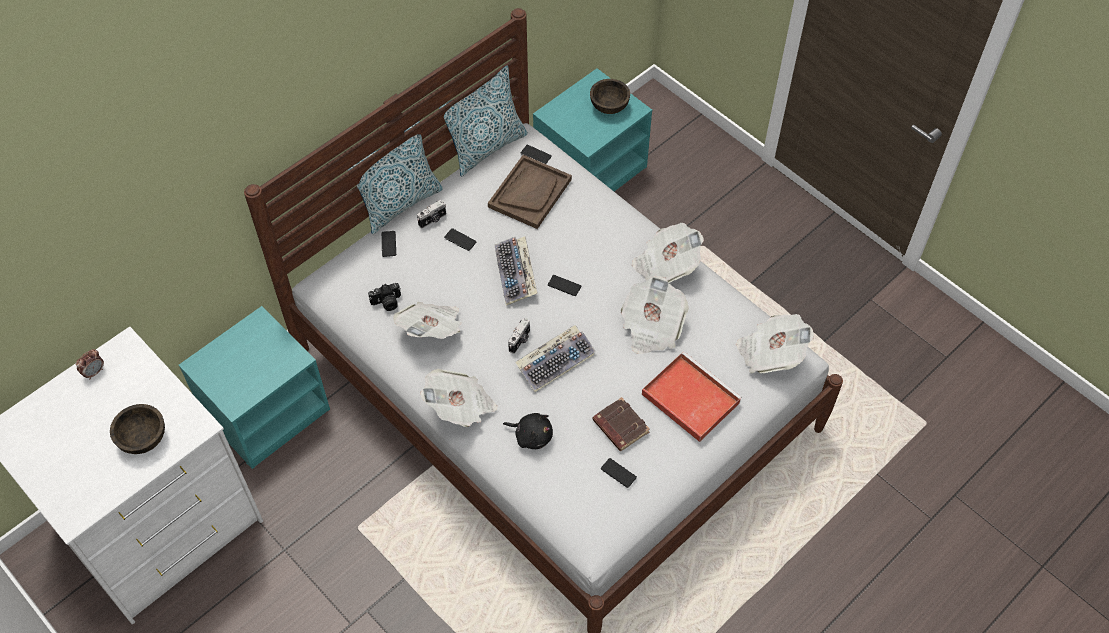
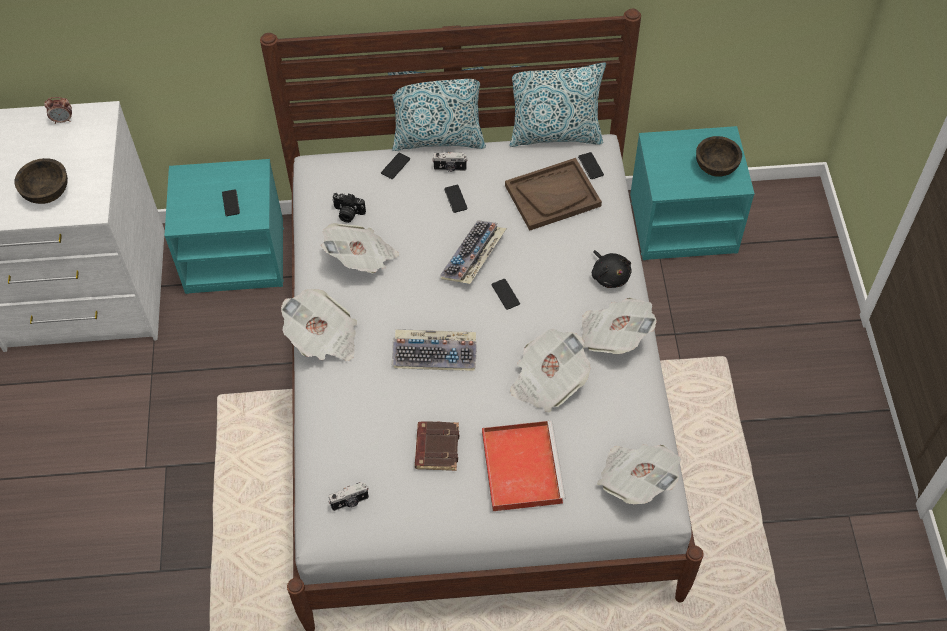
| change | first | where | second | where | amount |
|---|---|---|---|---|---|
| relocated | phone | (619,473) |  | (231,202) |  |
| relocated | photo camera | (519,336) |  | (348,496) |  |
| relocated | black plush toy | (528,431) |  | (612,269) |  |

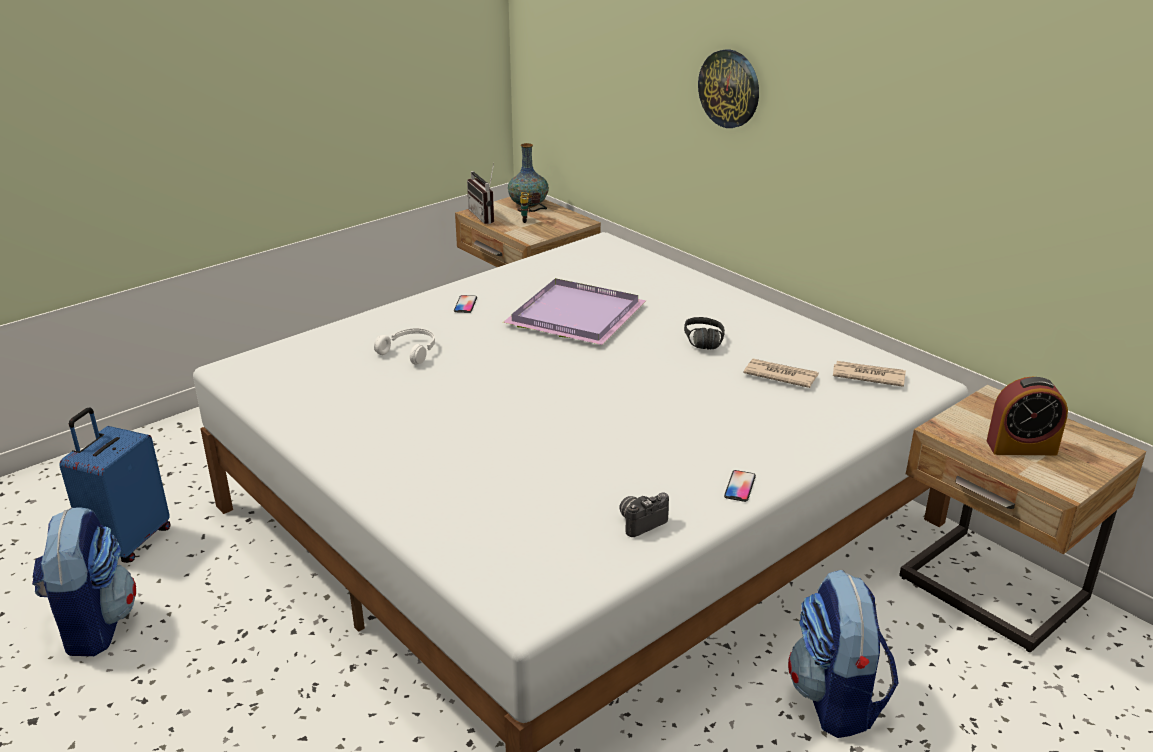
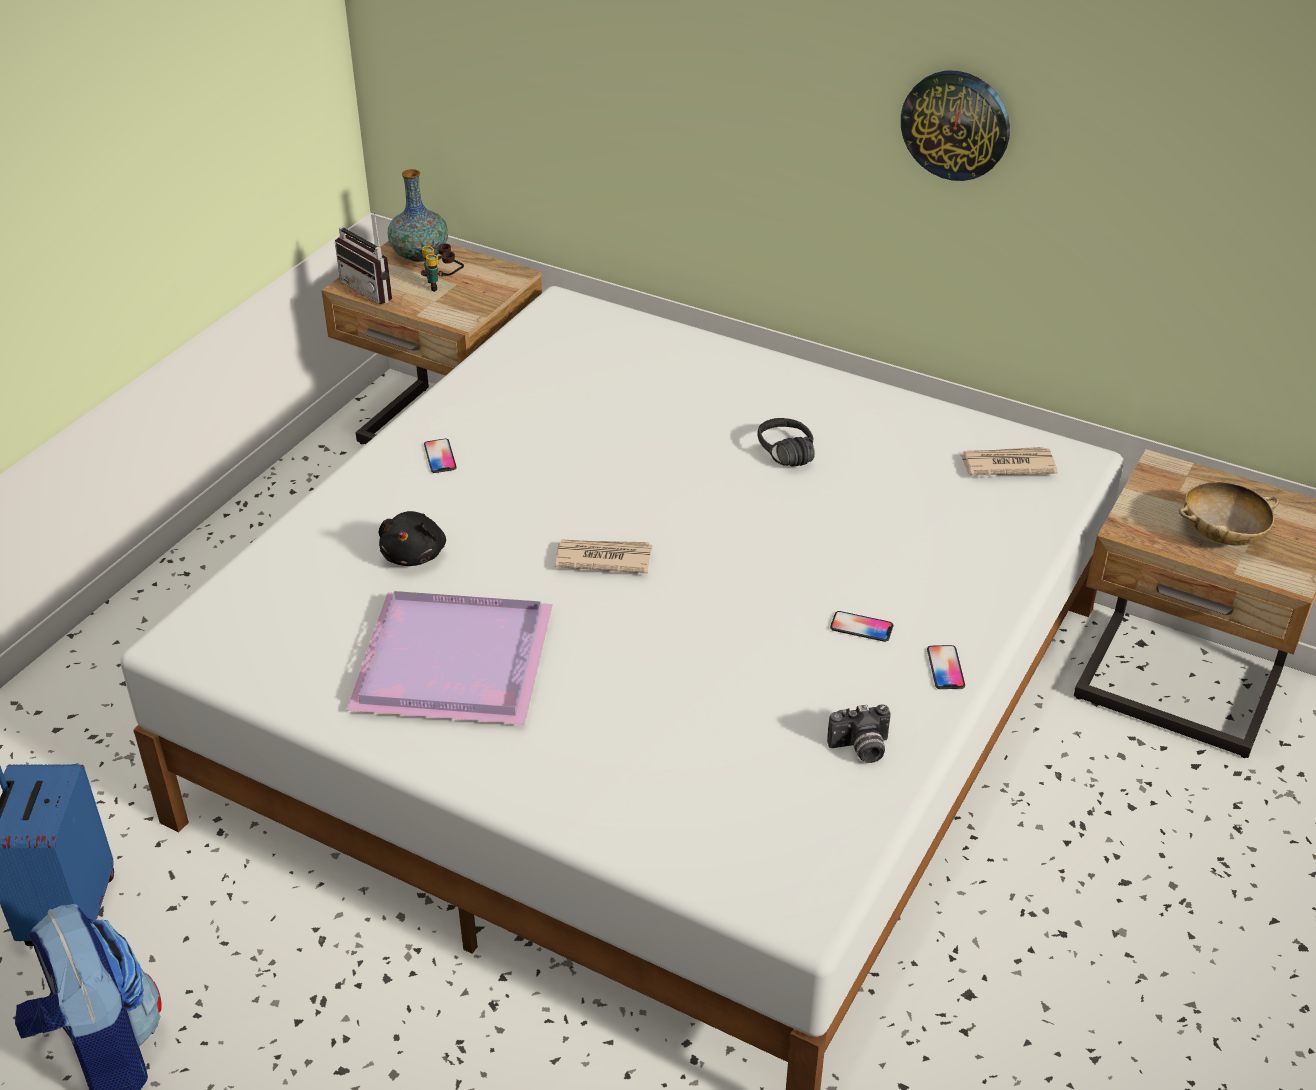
| change | first | where | second | where | amount |
|---|---|---|---|---|---|
| relocated | purple tray | (574,311) |  | (449,658) |  |
| exchanged | white headphones | (404,346) | black plush toy | (412,538) |  |
| relocated | newspaper | (781,373) |  | (603,557) |  |
| spun | photo camera | (644,514) |  | (859,733) | 135 degrees counterclockwise |
| appeared |  |  | phone | (862,626) |  |
| relocated | wall clock | (728,88) |  | (955,126) |  |
| exchanged | alarm clock | (1027,416) | beige bowl | (1229,513) |  |
| missing | backpack | (843,653) |  |  |  |

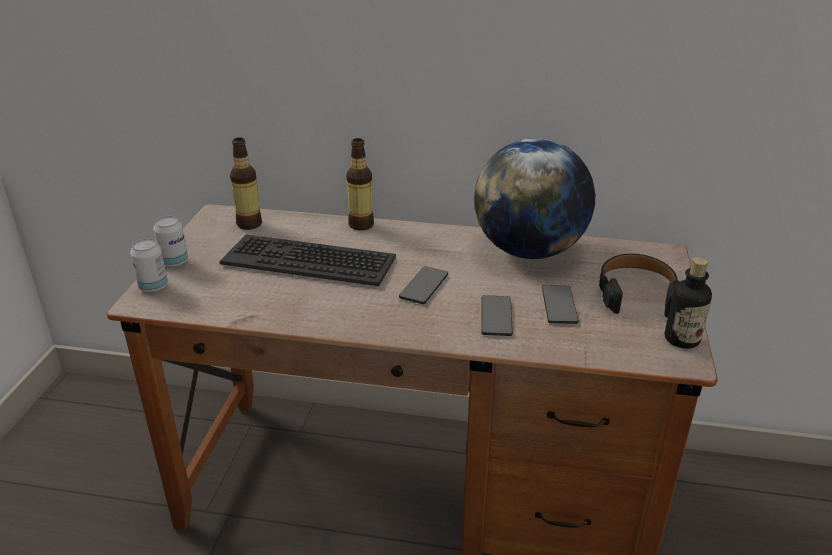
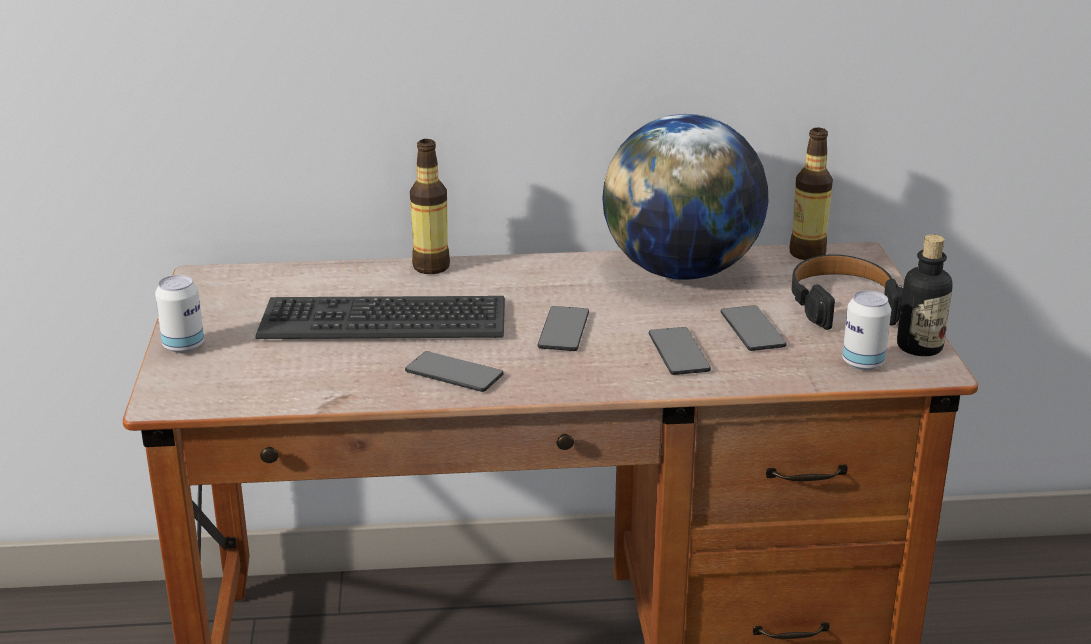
| change | first | where | second | where | amount |
|---|---|---|---|---|---|
| appeared |  |  | phone | (454,371) |  |
| relocated | bottle | (246,184) |  | (811,194) |  |
| relocated | can | (149,265) |  | (866,330) |  |

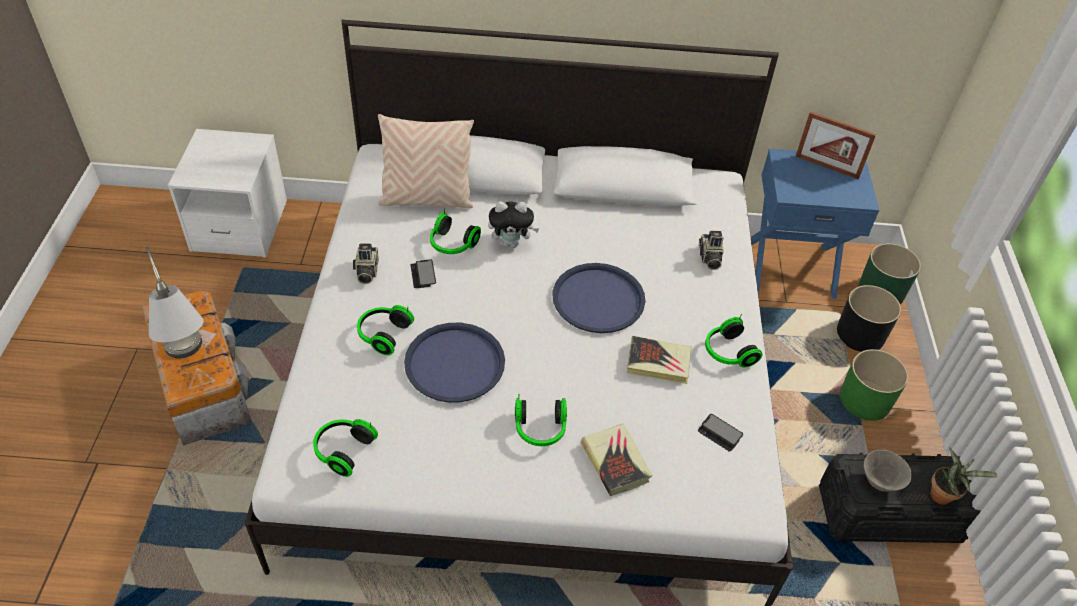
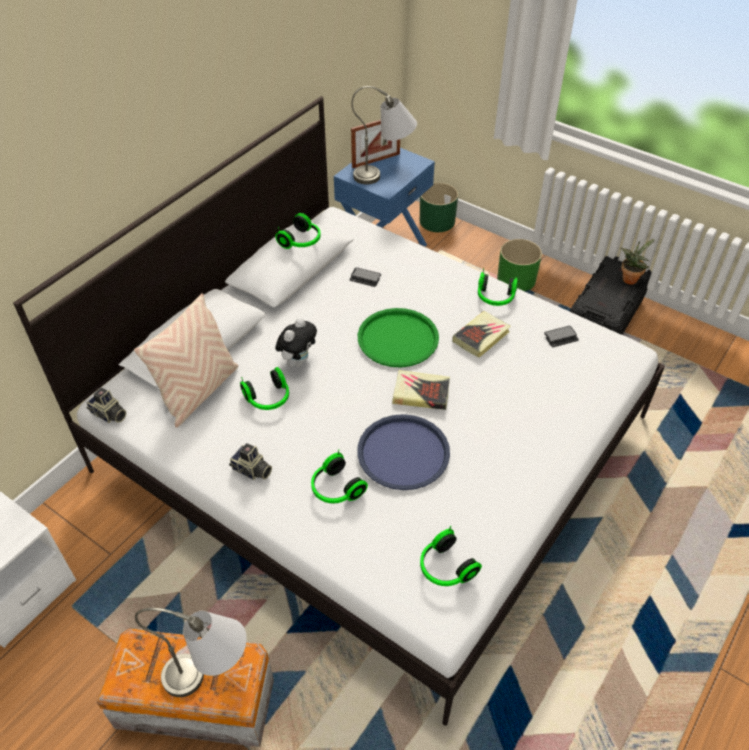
| change | first | where | second | where | amount |
|---|---|---|---|---|---|
| relocated | photo camera | (711,250) |  | (107,405) |  |
| relocated | headphones | (541,420) |  | (298,231) |  |
| relocated | phone | (423,274) |  | (365,277) |  |
| appeared |  |  | grey table lamp | (384,135) |  |
| colour | blue tray | (599,298) | green tray | (398,337) |  |
| relocated | book | (616,459) |  | (421,390) |  |
| missing | black planter | (869,318) |  |  |  |
| missing | grey bowl | (888,471) |  |  |  |

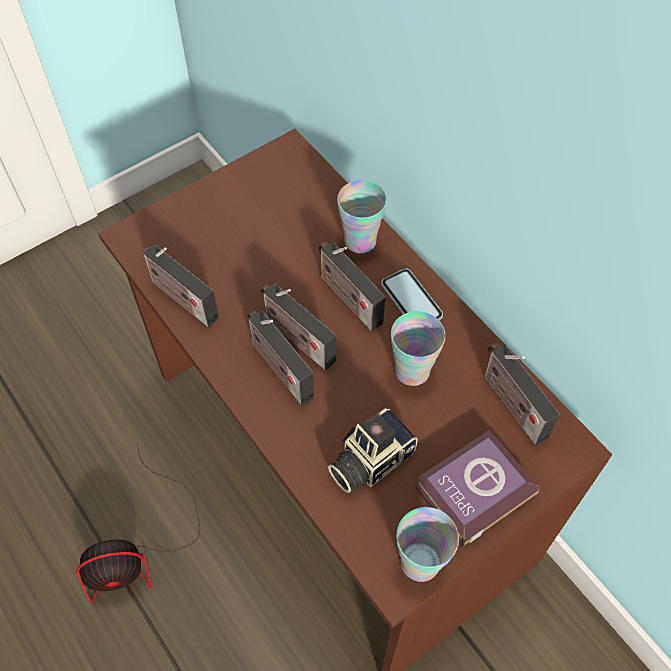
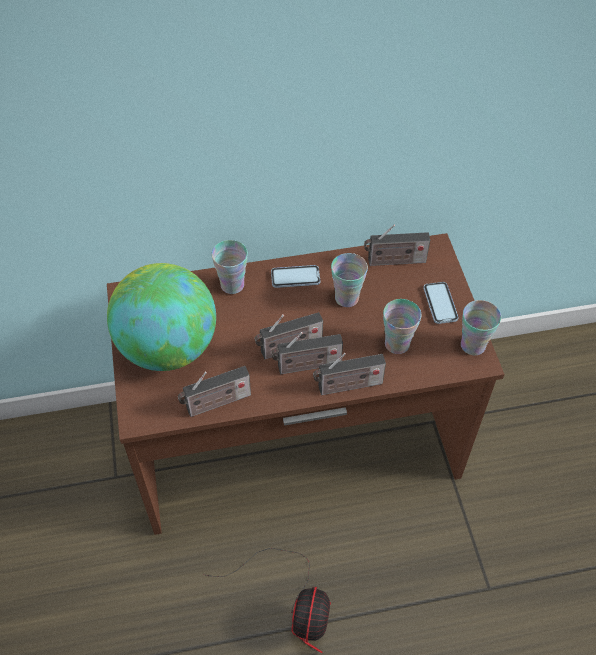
| change | first | where | second | where | amount |
|---|---|---|---|---|---|
| appeared |  |  | globe | (161,317) |  |
| relocated | radio | (352,286) |  | (349,374) |  |
| exchanged | photo camera | (373,450) | cup | (402,326) |  |
| exchanged | book | (477,488) | phone | (441,303) |  |

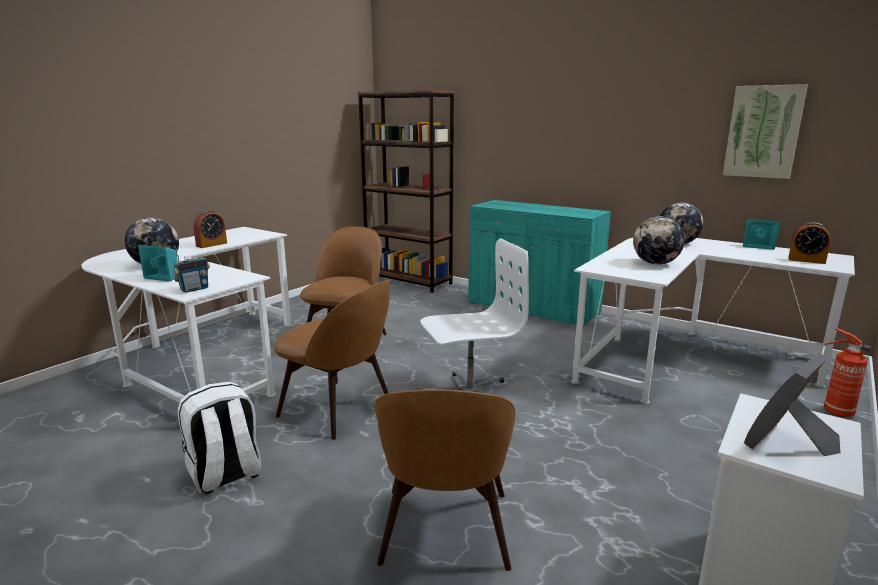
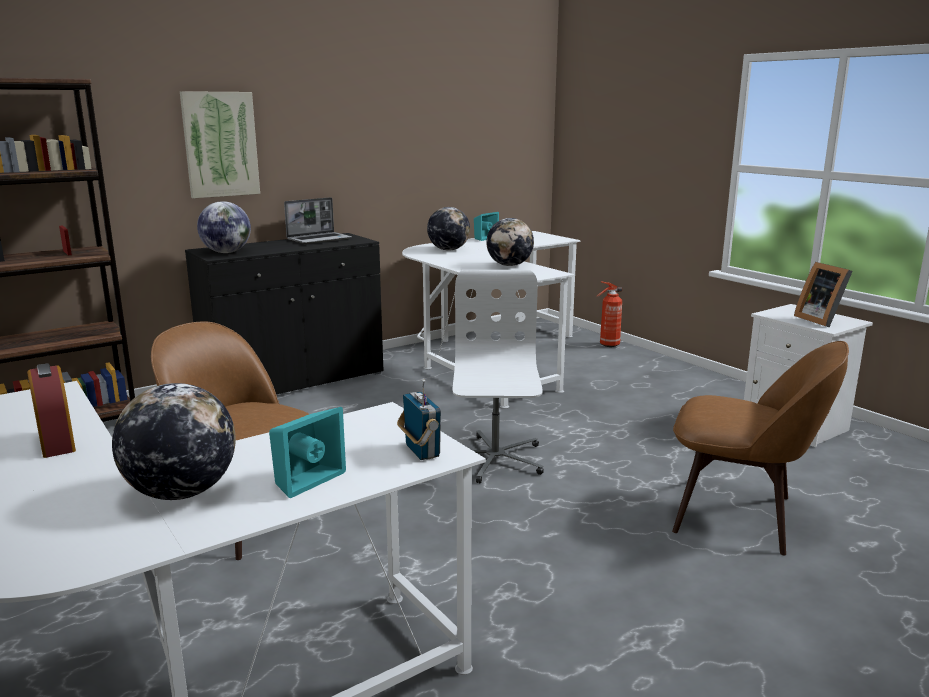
| change | first | where | second | where | amount |
|---|---|---|---|---|---|
| relocated | picture | (765,131) |  | (220,144) |  |
| colour | turquoise cabinet | (539,264) | black cabinet | (284,313) |  |
| appeared |  |  | globe | (224,227) |  |
| appeared |  |  | laptop | (318,220) |  |
| missing | white backpack | (219,438) |  |  |  |
| missing | brown chair | (332,360) |  |  |  |
| missing | alarm clock | (809,243) |  |  |  |

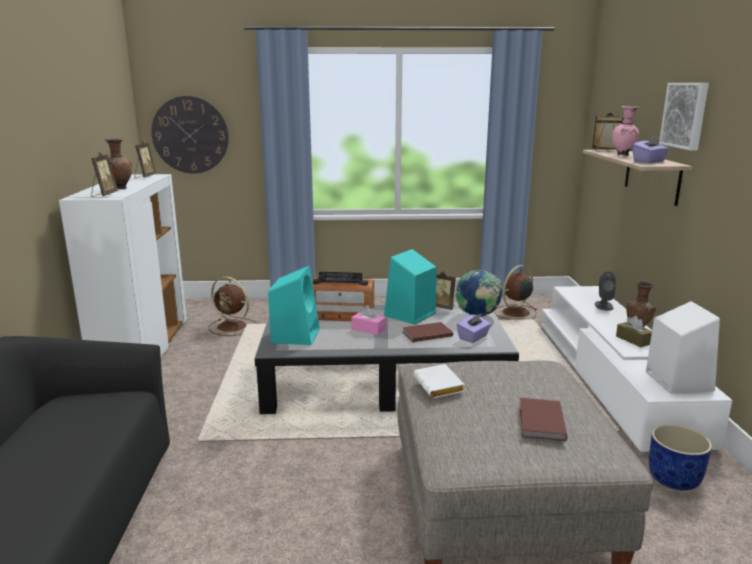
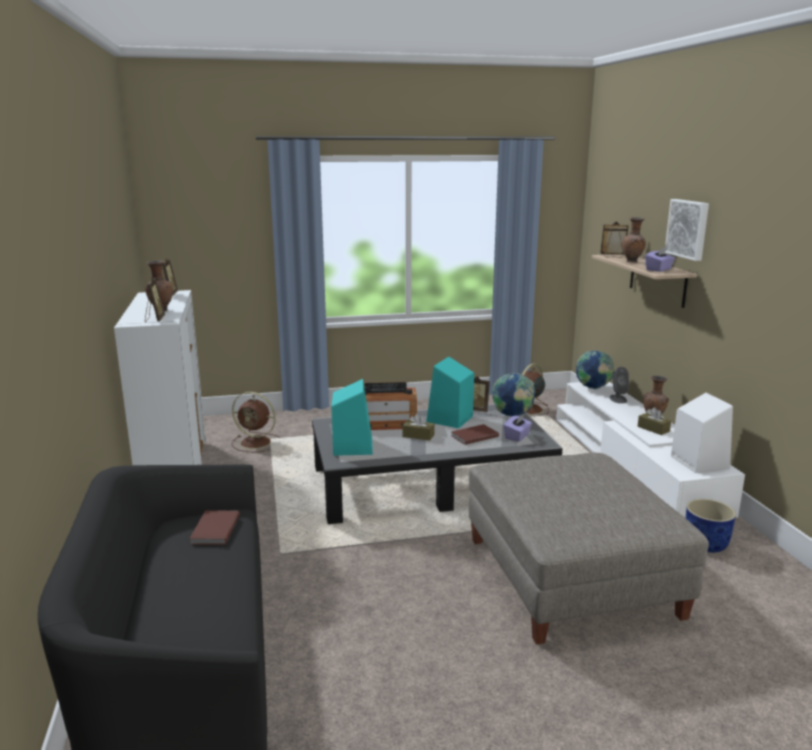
| change | first | where | second | where | amount |
|---|---|---|---|---|---|
| relocated | brown book | (543,419) |  | (214,528) |  |
| colour | pink tissue box | (368,320) | brown tissue box | (418,427) |  |
| appeared |  |  | globe | (595,370) |  |
| colour | pink vase | (625,131) | brown vase | (634,239) |  |
| missing | wall clock | (190,134) |  |  |  |
| missing | white book | (439,381) |  |  |  |

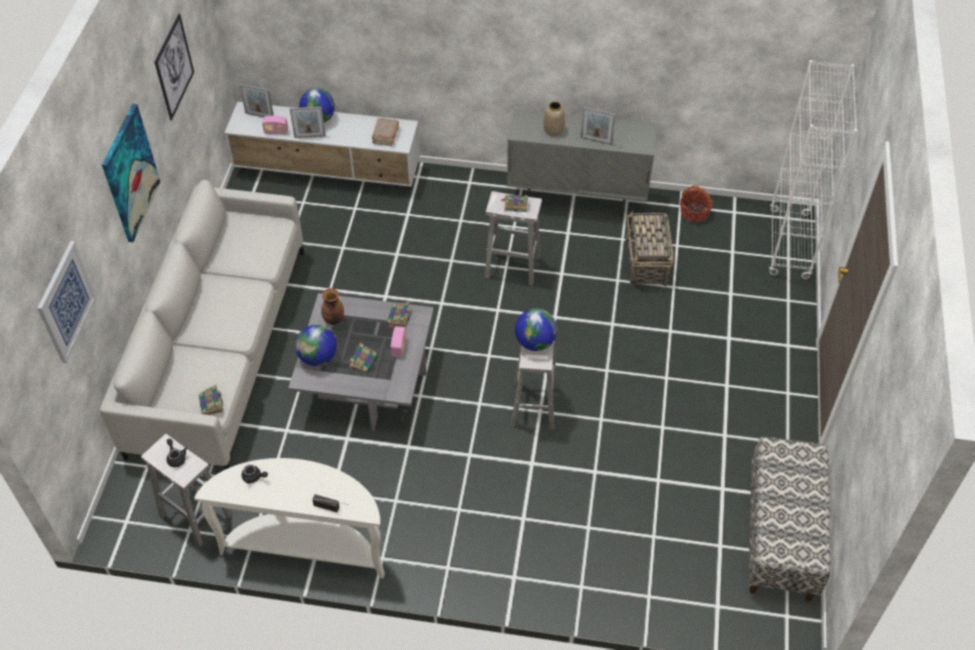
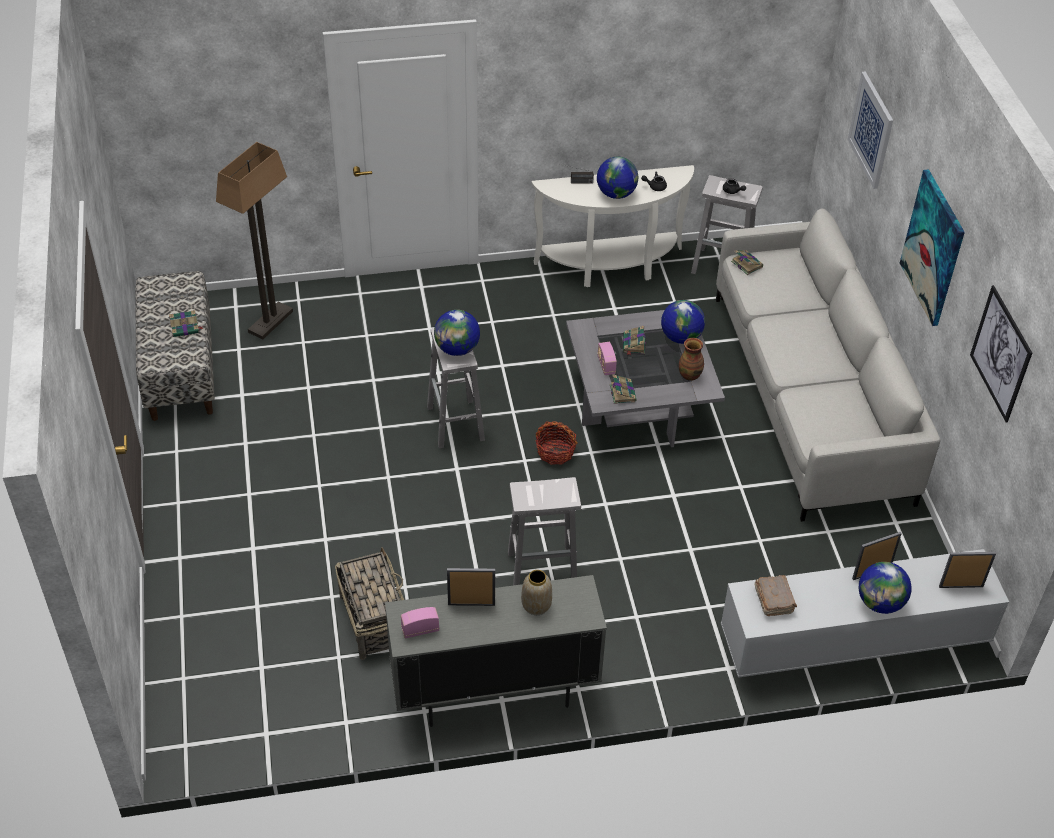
| change | first | where | second | where | amount |
|---|---|---|---|---|---|
| relocated | book | (514,203) |  | (186,323) |  |
| appeared |  |  | floor lamp | (254,241) |  |
| relocated | radio | (275,125) |  | (420,622) |  |
| relocated | basket | (696,203) |  | (557,443) |  |
| appeared |  |  | globe | (617,178) |  |
| missing | white bookcase | (813,169) |  |  |  |

